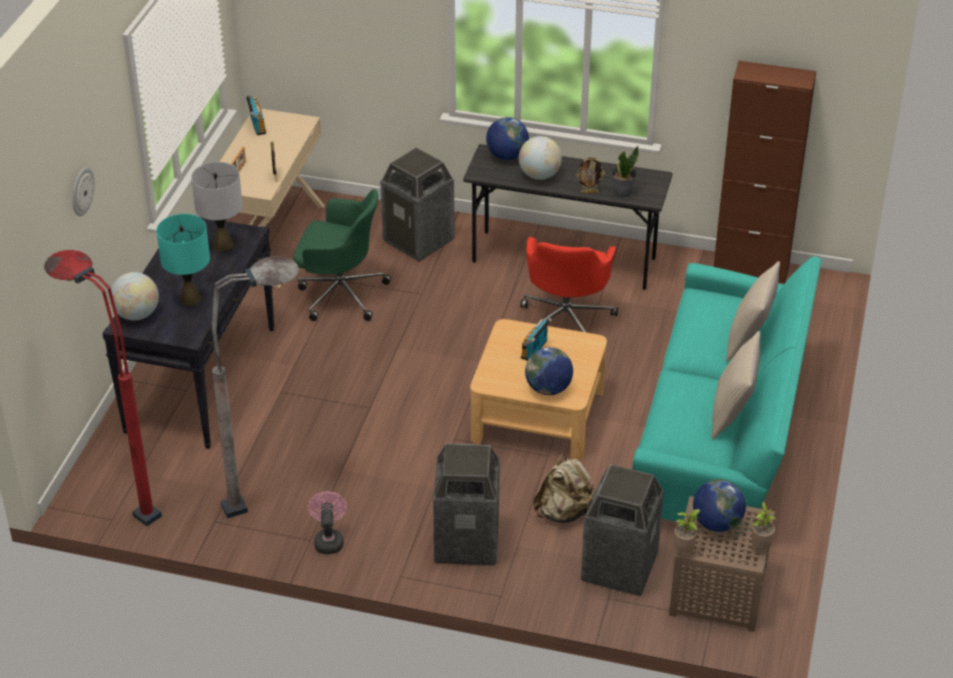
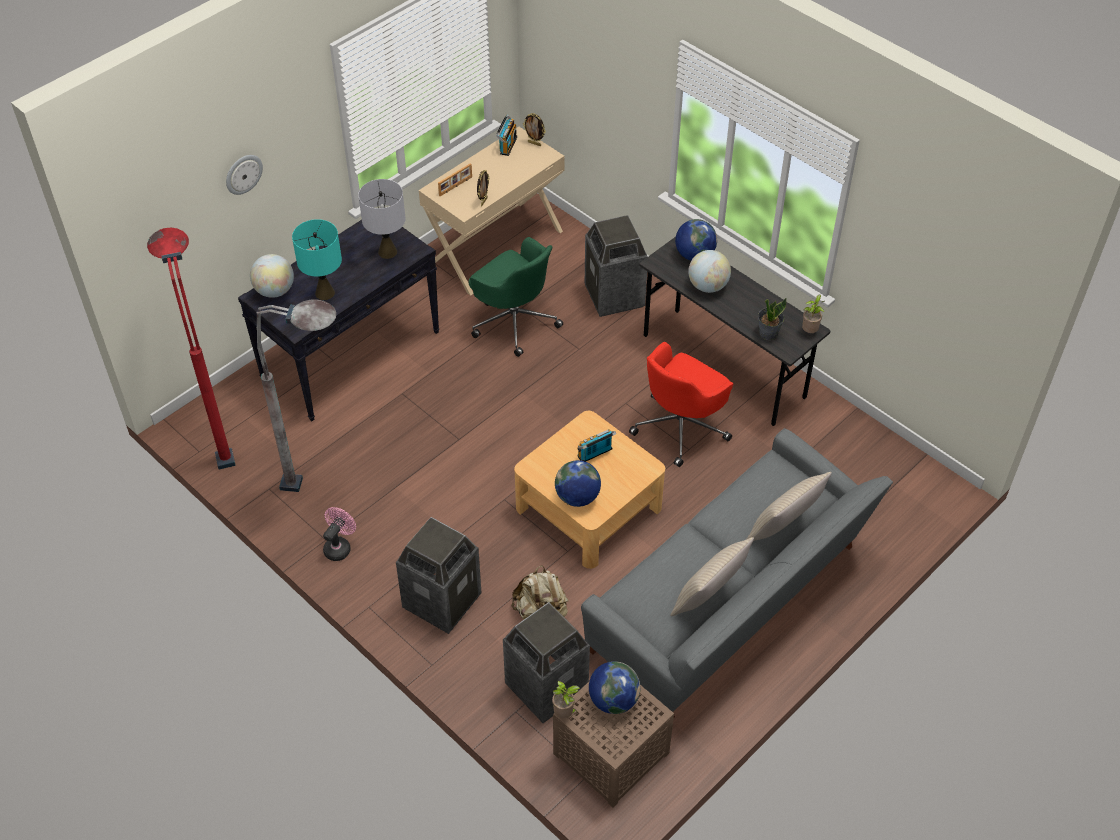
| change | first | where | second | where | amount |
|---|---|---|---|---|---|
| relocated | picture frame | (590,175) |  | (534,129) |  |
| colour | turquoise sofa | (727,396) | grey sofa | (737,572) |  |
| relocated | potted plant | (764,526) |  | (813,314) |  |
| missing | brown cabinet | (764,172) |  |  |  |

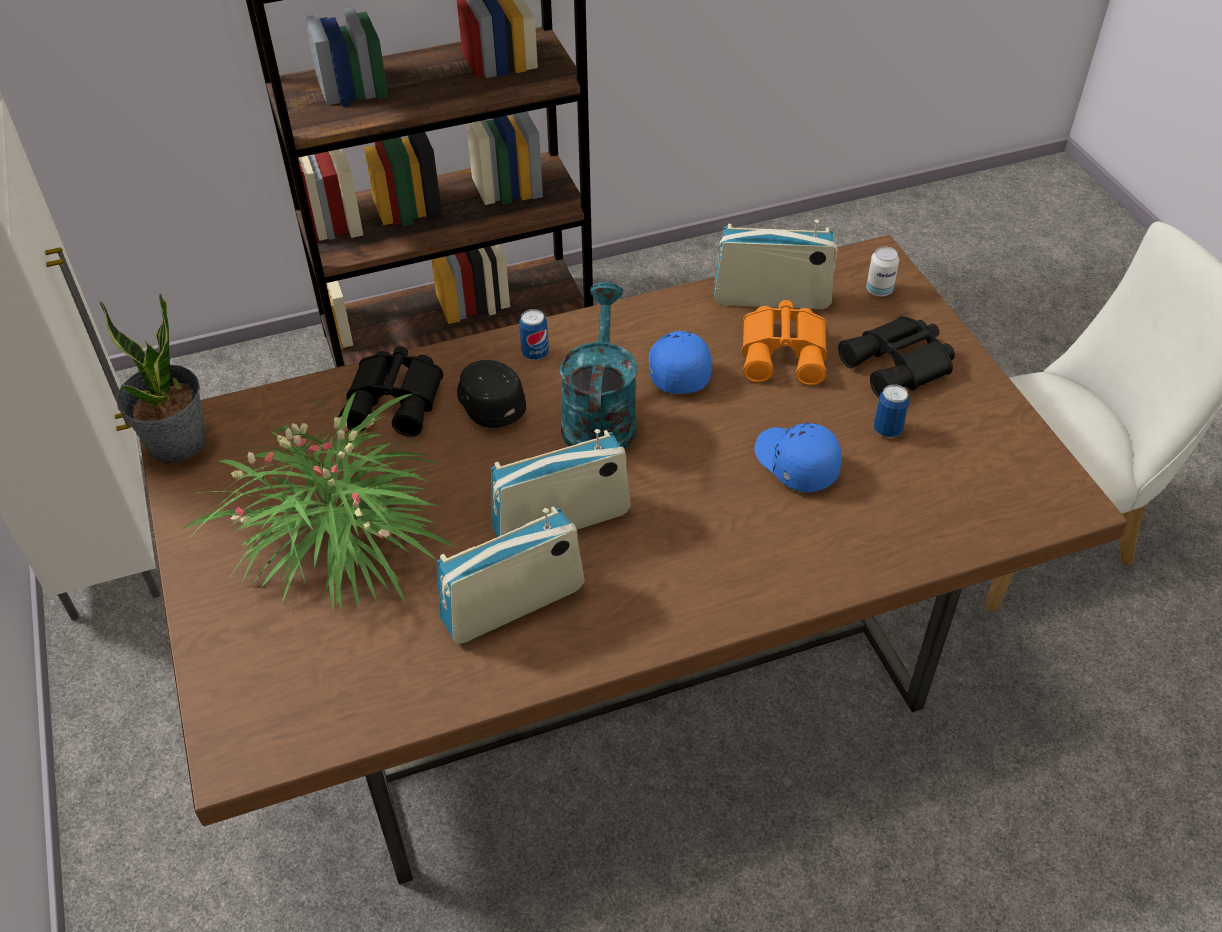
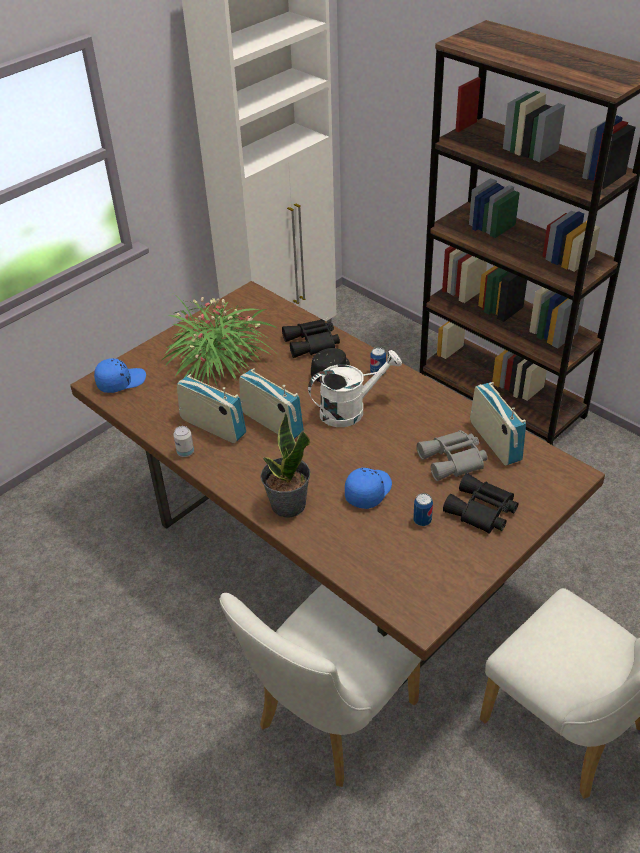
| change | first | where | second | where | amount |
|---|---|---|---|---|---|
| relocated | blue cap | (680,362) |  | (120,375) |  |
| relocated | can | (882,272) |  | (183,441) |  |
| appeared |  |  | white chair | (321,685) |  |
| relocated | potted plant | (153,378) |  | (285,465) |  |
| colour | turquoise watering can | (598,365) | white watering can | (355,388) |  |
| colour | orange binoculars | (784,342) | grey binoculars | (452,455) |  |

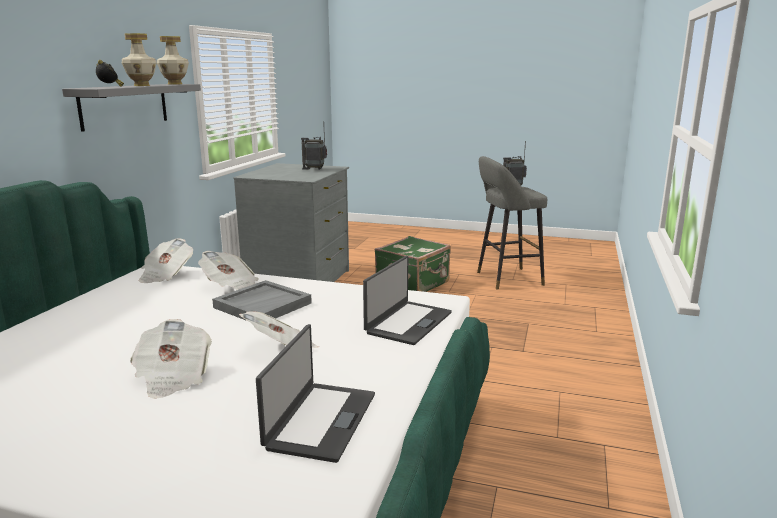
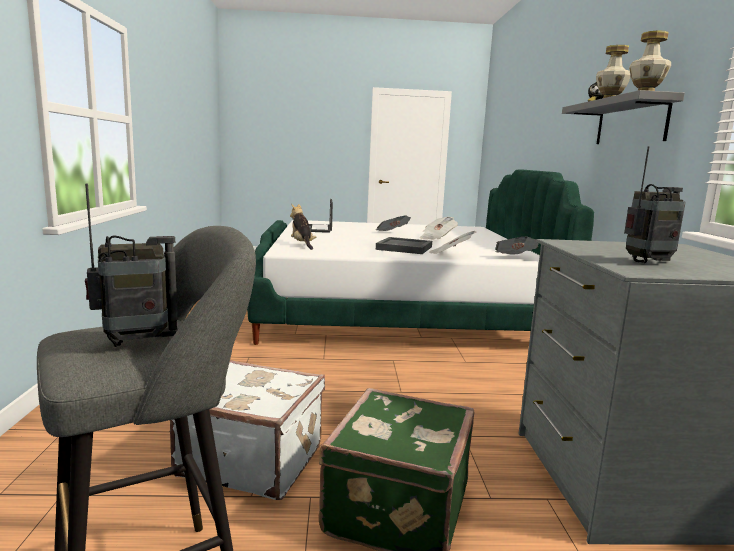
| change | first | where | second | where | amount |
|---|---|---|---|---|---|
| appeared |  |  | white suitcase | (247,430) |  |
| exchanged | laptop | (407,300) | plush toy | (303,227) |  |
| relocated | newspaper | (279,330) |  | (439,228) |  |

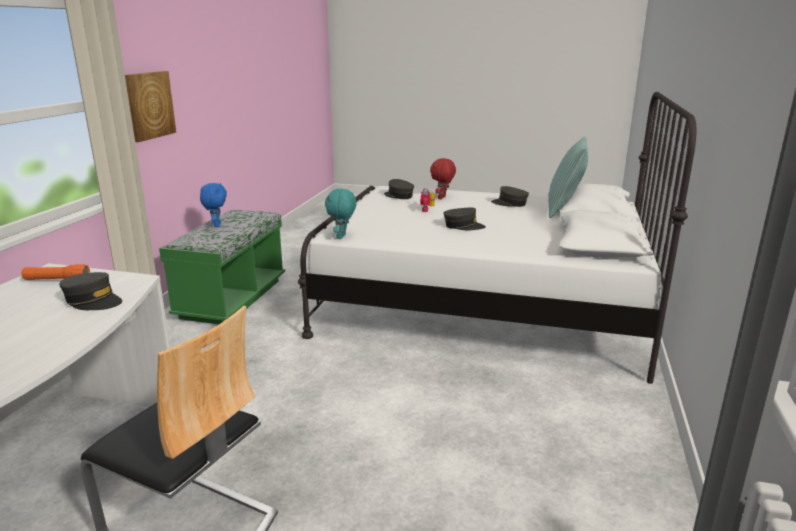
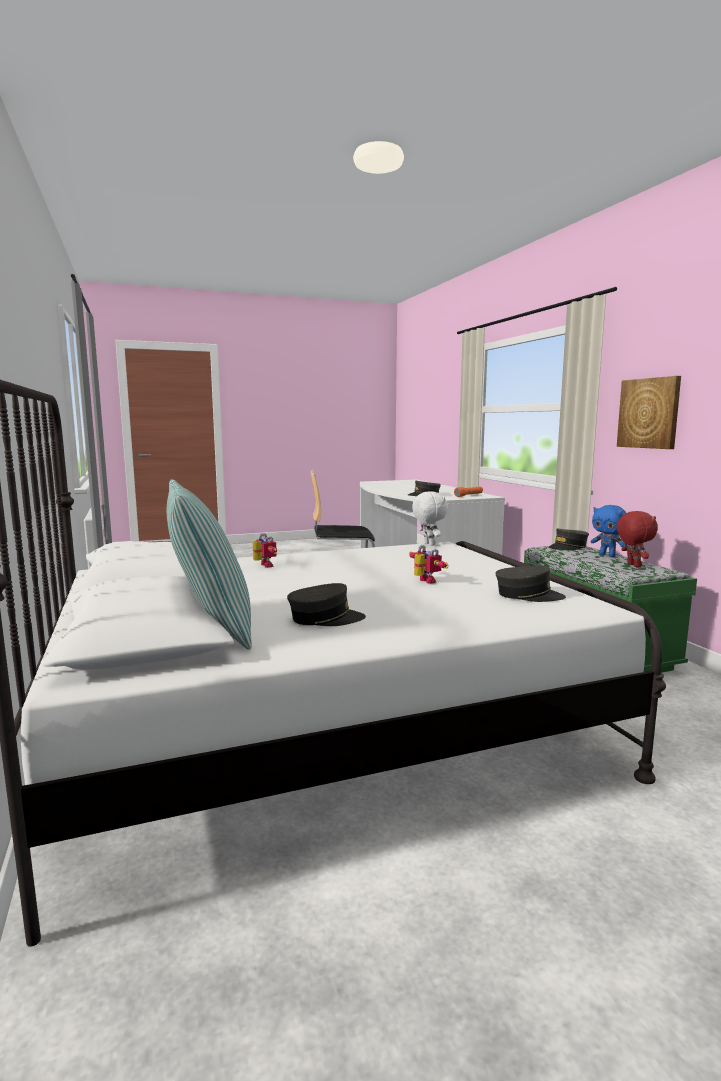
| change | first | where | second | where | amount |
|---|---|---|---|---|---|
| appeared |  |  | toy robot | (265,550) |  |
| colour | turquoise plush toy | (341,214) | white plush toy | (430,518) |  |
| relocated | grey cap | (464,219) |  | (568,539) |  |
| relocated | red plush toy | (443,178) |  | (637,539) |  |

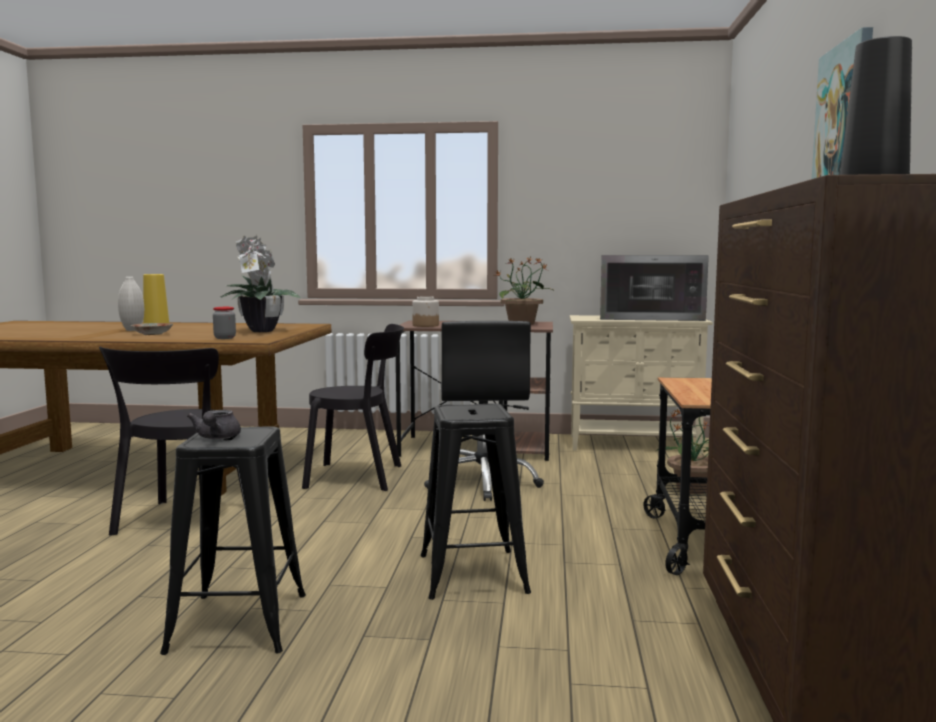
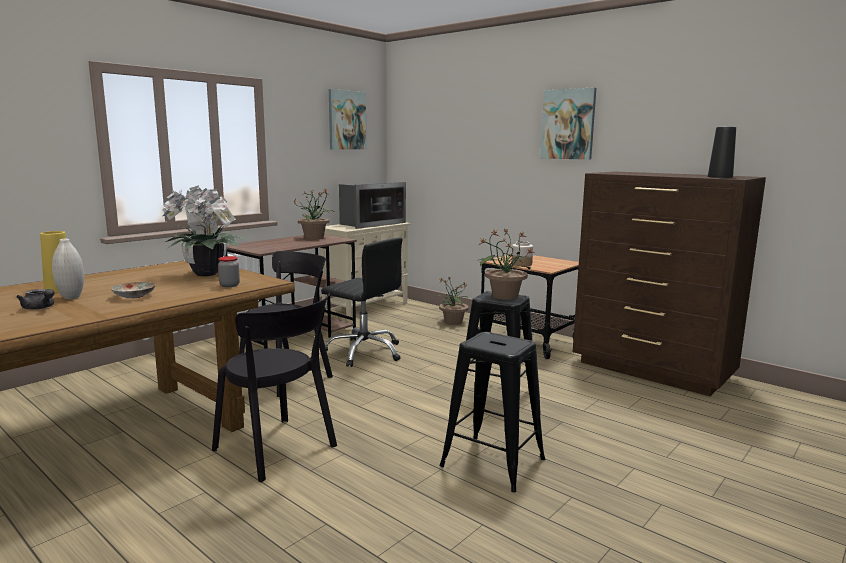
| change | first | where | second | where | amount |
|---|---|---|---|---|---|
| relocated | grey teapot | (214,424) |  | (35,299) |  |
| appeared |  |  | picture | (347,119) |  |
| appeared |  |  | potted plant | (505,264) |  |
| relocated | jar | (425,311) |  | (522,253) |  |

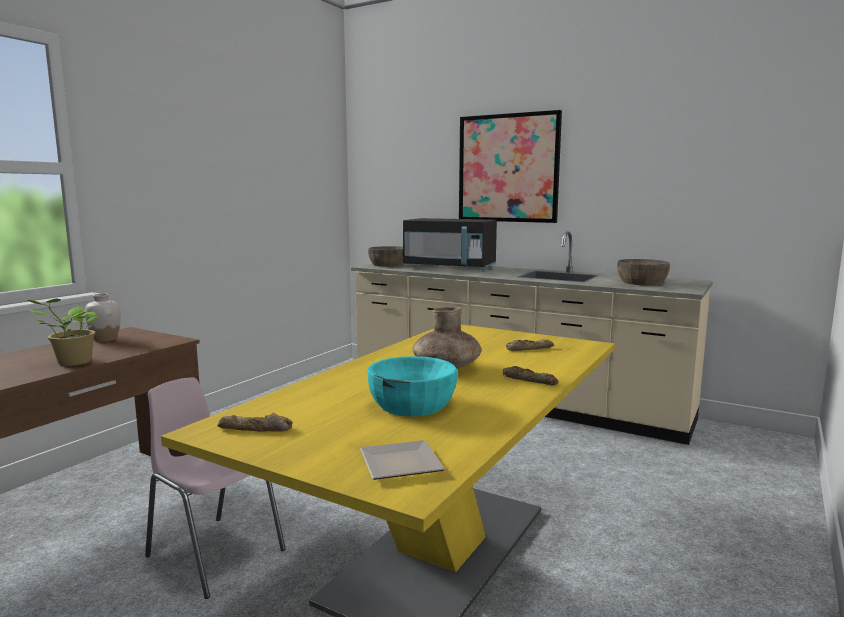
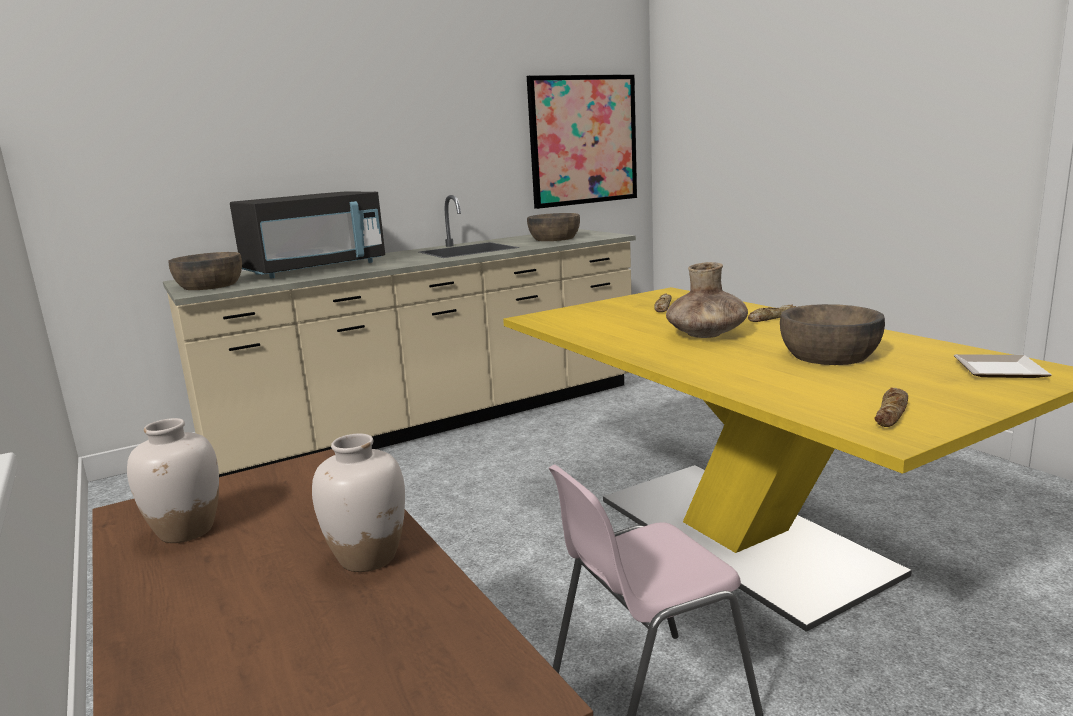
| change | first | where | second | where | amount |
|---|---|---|---|---|---|
| exchanged | potted plant | (62,332) | white vase | (358,503) |  |
| relocated | picture | (510,166) |  | (582,141) |  |
| colour | turquoise bowl | (412,386) | brown bowl | (832,334) |  |

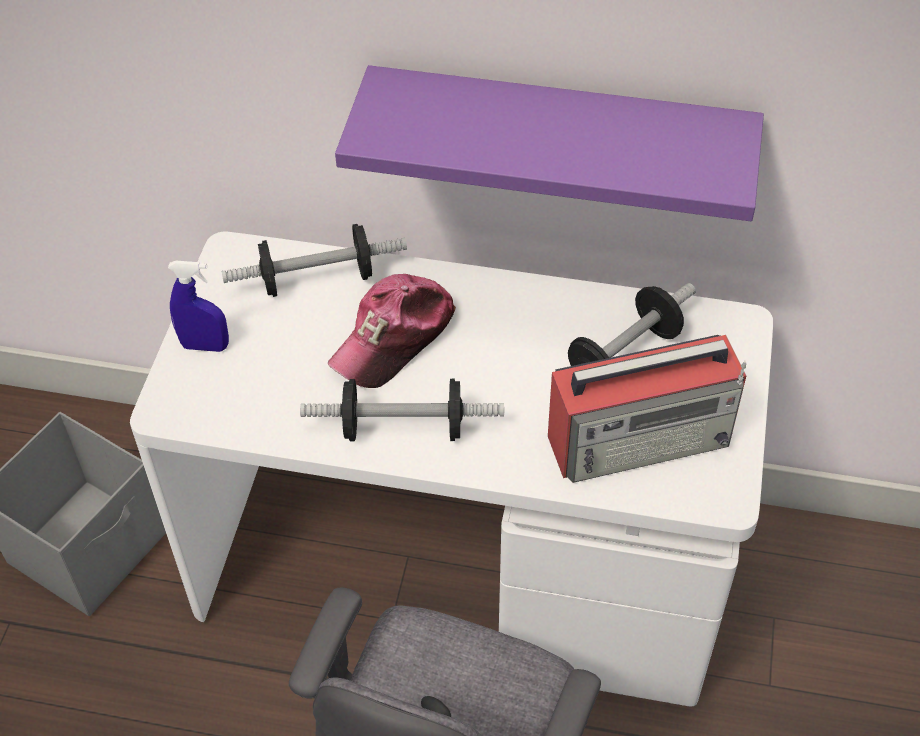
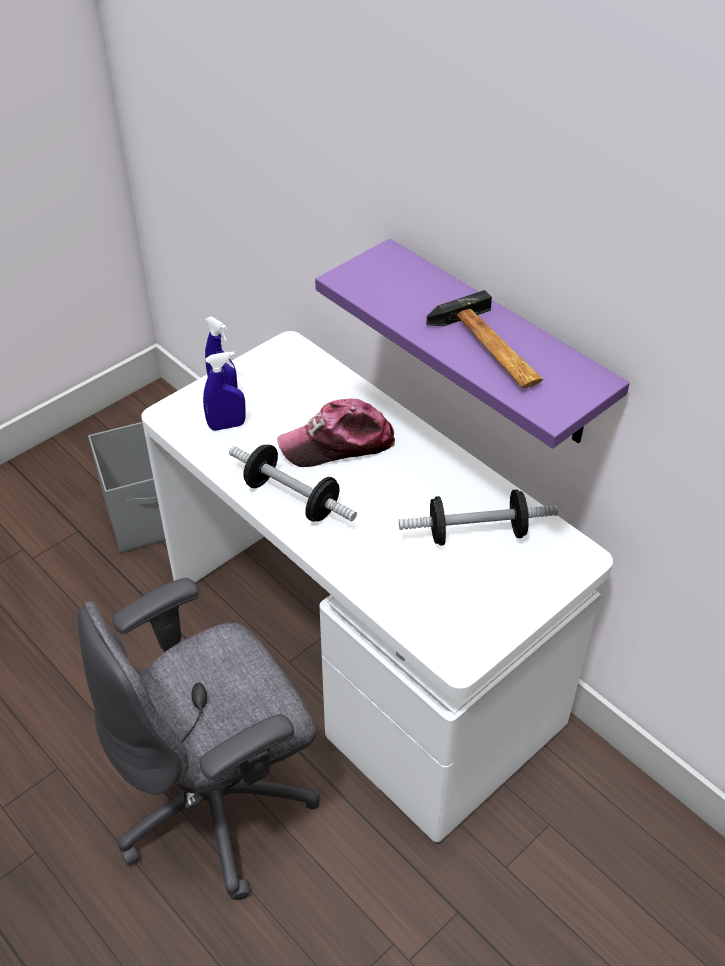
| change | first | where | second | where | amount |
|---|---|---|---|---|---|
| appeared |  |  | blue spray bottle | (224,391) |  |
| appeared |  |  | hammer | (484,339) |  |
| missing | dumbbell | (314,260) |  |  |  |
| missing | radio | (647,409) |  |  |  |

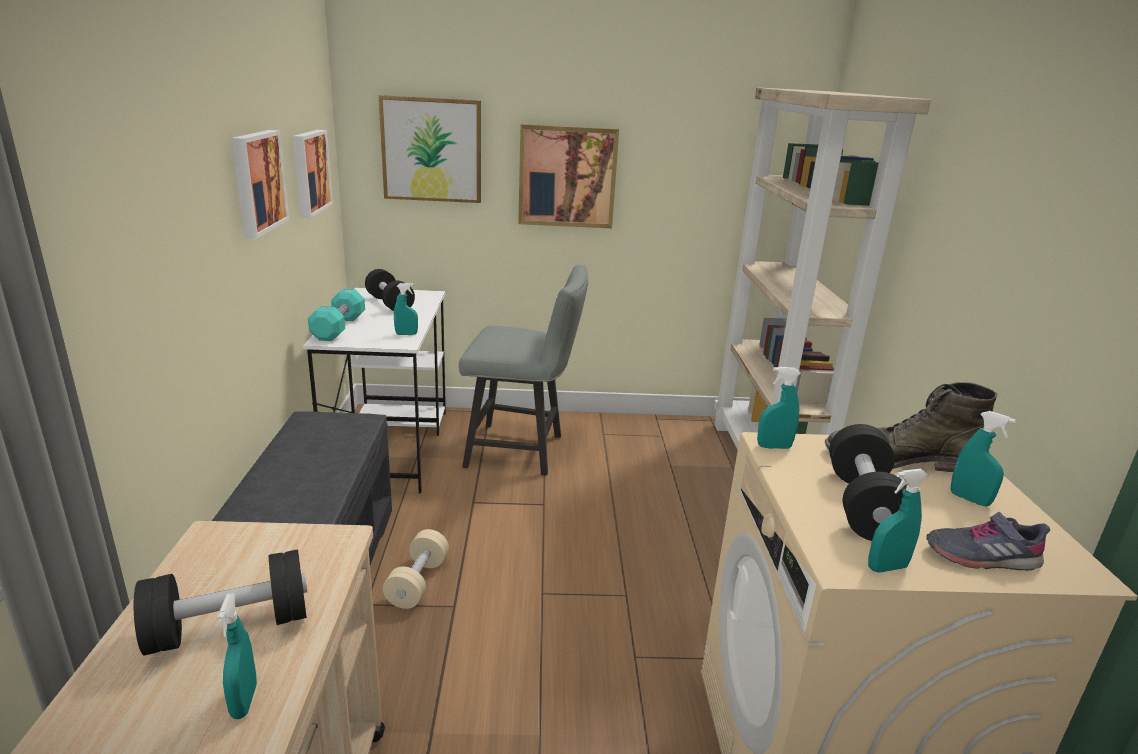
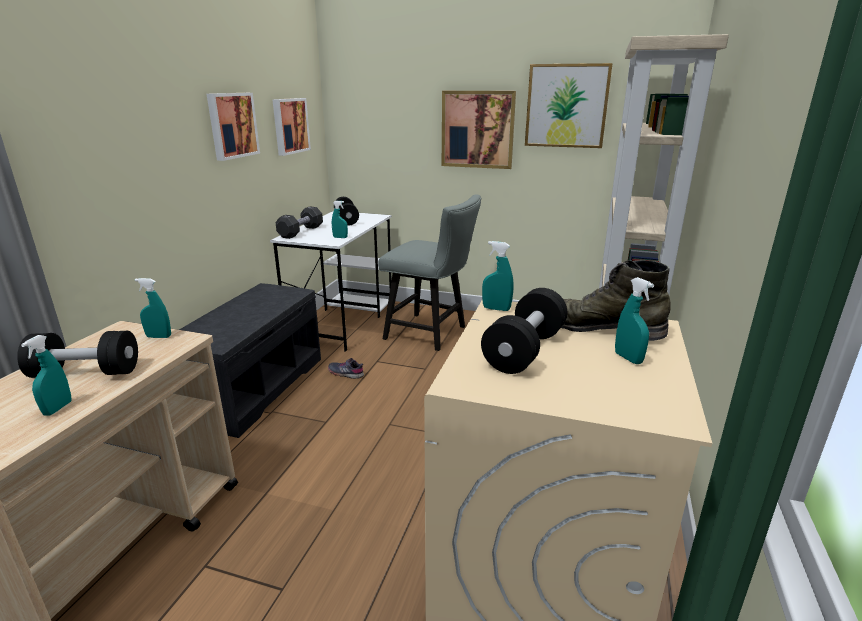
| change | first | where | second | where | amount |
|---|---|---|---|---|---|
| relocated | turquoise spray bottle | (898,521) |  | (153,308) |  |
| colour | turquoise dumbbell | (336,315) | black dumbbell | (299,222) |  |
| relocated | grey shoe | (988,541) |  | (346,368) |  |
| relocated | picture | (430,149) |  | (569,105) |  |
| missing | beige dumbbell | (416,569) |  |  |  |

